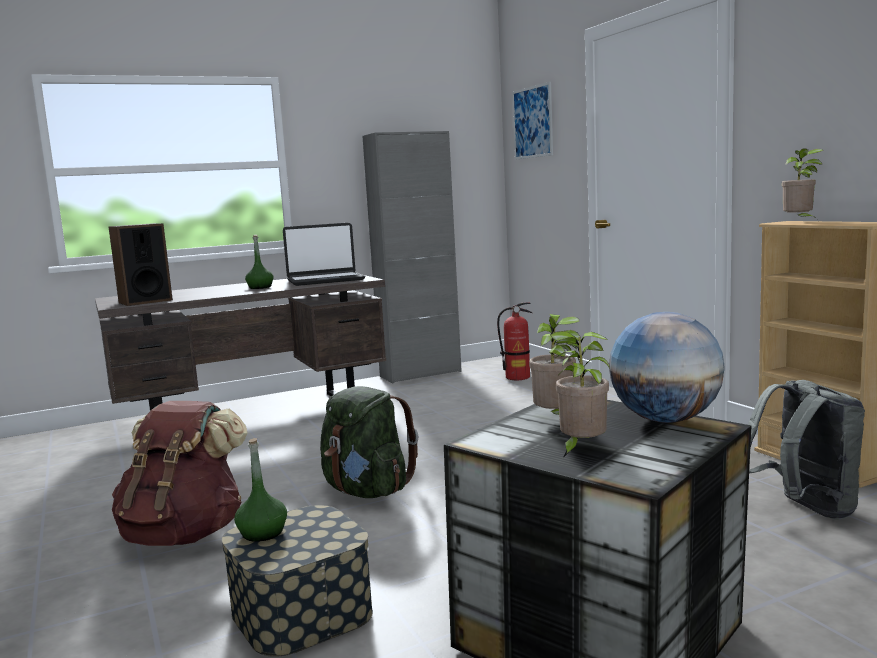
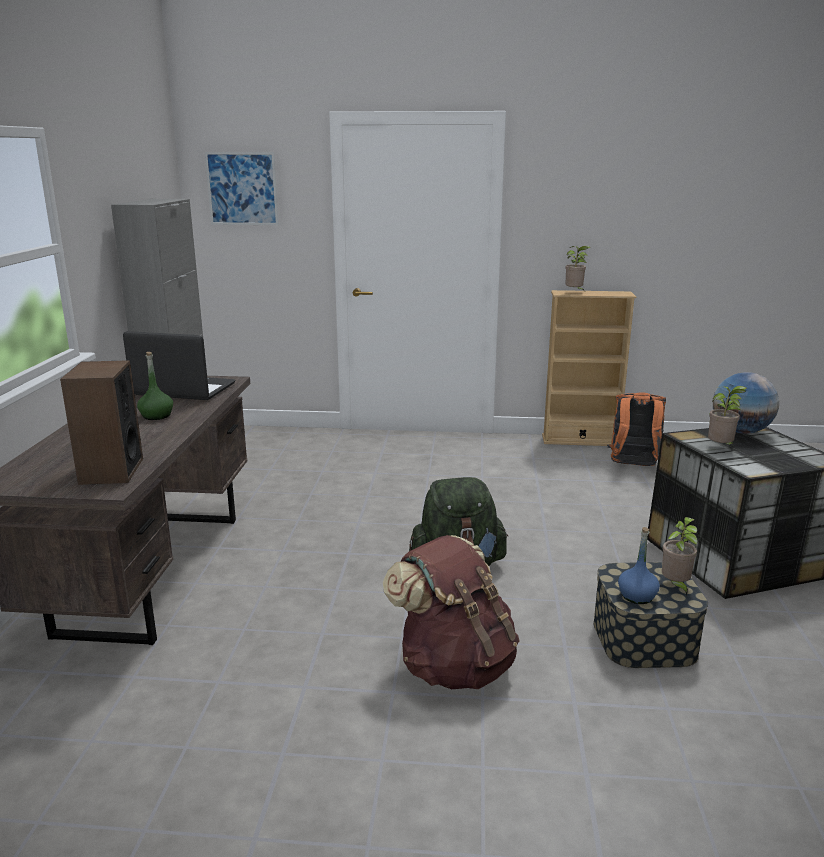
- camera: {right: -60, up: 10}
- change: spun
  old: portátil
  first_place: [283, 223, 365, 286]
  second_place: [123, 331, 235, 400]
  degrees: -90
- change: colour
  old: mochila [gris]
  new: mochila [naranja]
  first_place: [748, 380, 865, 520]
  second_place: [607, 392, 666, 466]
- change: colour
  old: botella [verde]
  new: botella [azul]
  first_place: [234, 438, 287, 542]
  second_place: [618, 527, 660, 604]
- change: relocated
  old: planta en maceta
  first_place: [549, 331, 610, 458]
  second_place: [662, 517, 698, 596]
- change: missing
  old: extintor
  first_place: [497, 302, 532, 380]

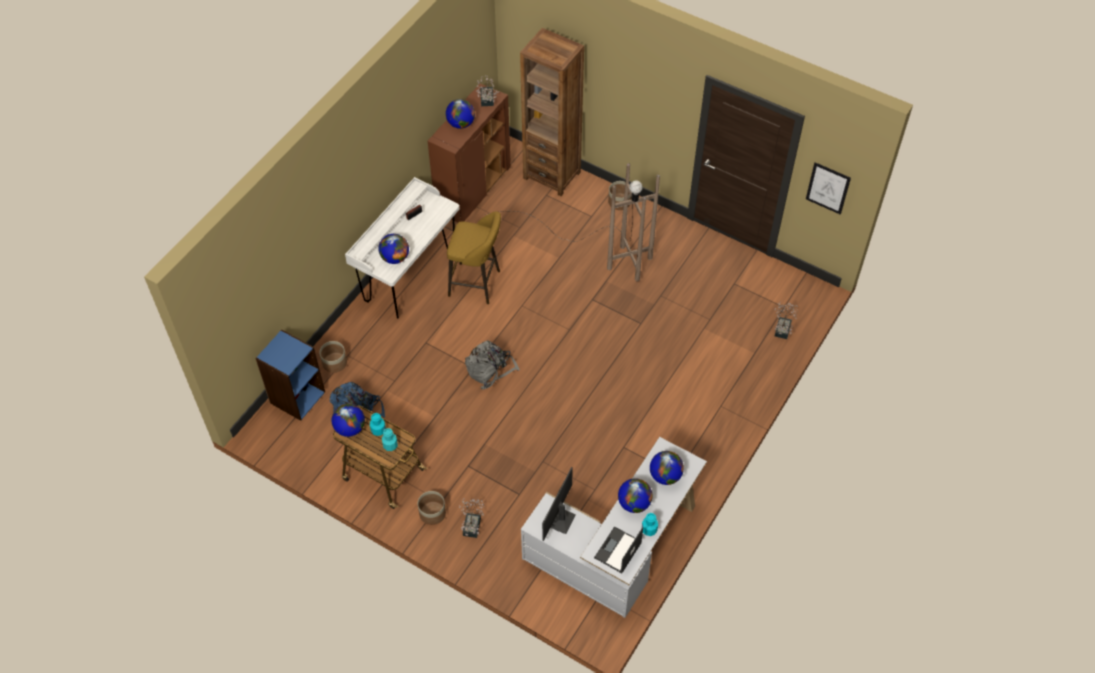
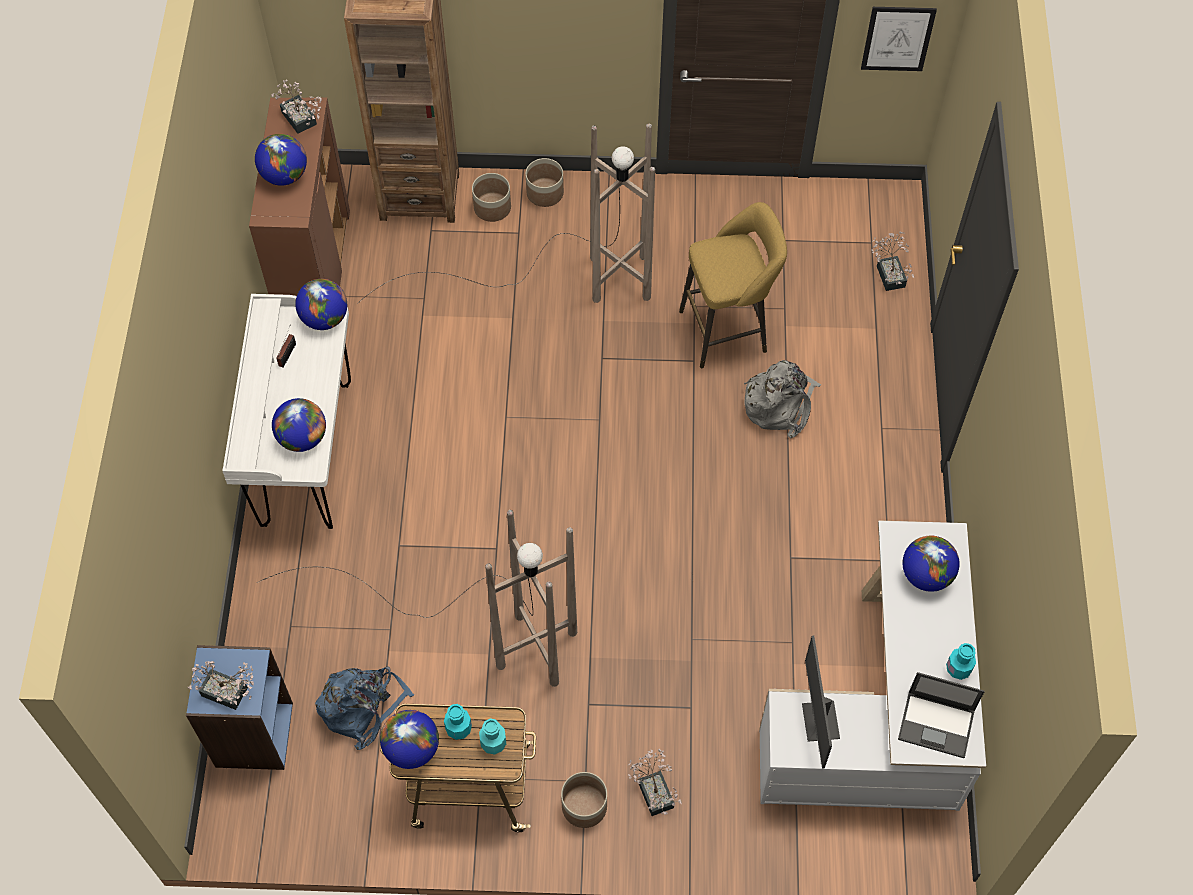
- camera: {right: -30, up: 5}
- change: appeared
  new: planta en maceta
  second_place: [187, 661, 254, 710]
- change: appeared
  new: lámpara de pie [marrón]
  second_place: [257, 510, 577, 687]
- change: relocated
  old: globo terráqueo
  first_place: [618, 478, 653, 513]
  second_place: [295, 279, 347, 330]
- change: relocated
  old: maceta
  first_place: [319, 341, 347, 373]
  second_place: [472, 173, 511, 222]
- change: relocated
  old: taburete [amarillo]
  first_place: [447, 211, 501, 304]
  second_place: [679, 202, 787, 368]
- change: relocated
  old: mochila [gris]
  first_place: [465, 341, 520, 389]
  second_place: [744, 360, 821, 438]
- change: spun
  old: portátil
  first_place: [594, 526, 643, 573]
  second_place: [898, 672, 985, 758]
  degrees: -75

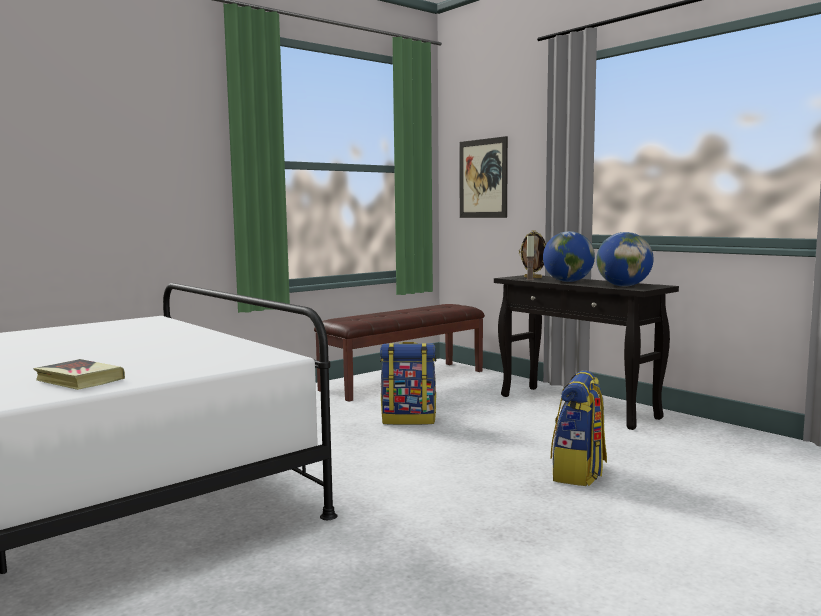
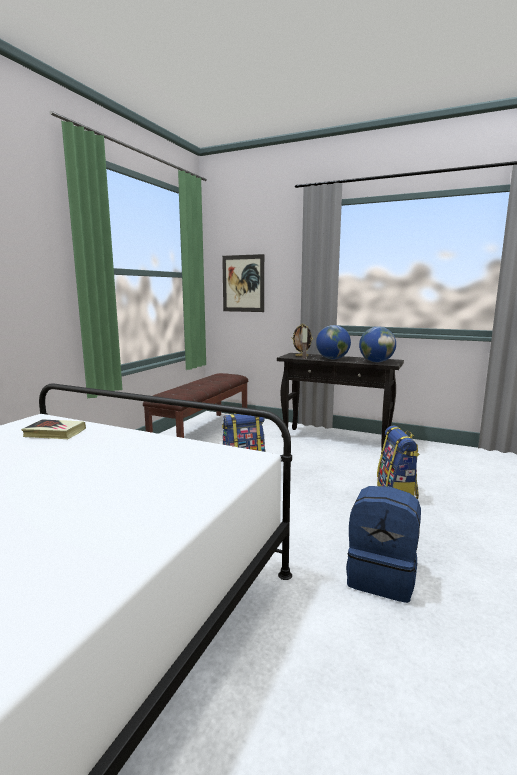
- camera: {right: -25, up: 5}
- change: relocated
  old: libro
  first_place: [34, 359, 125, 390]
  second_place: [21, 419, 86, 439]
- change: appeared
  new: mochila [azul]
  second_place: [346, 486, 421, 603]

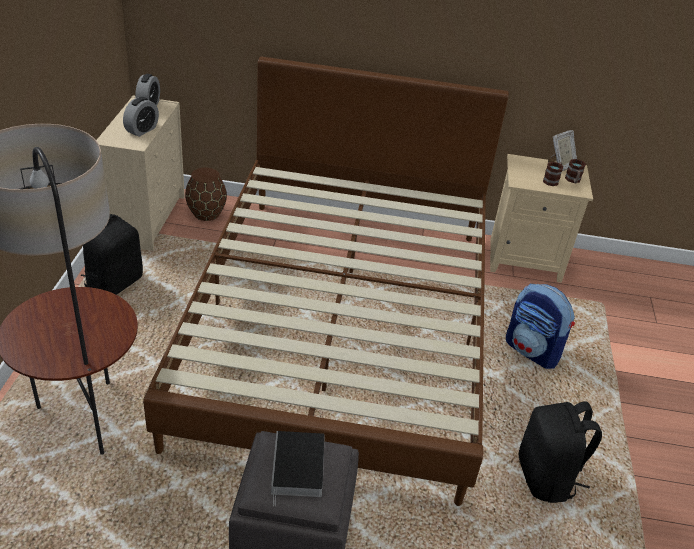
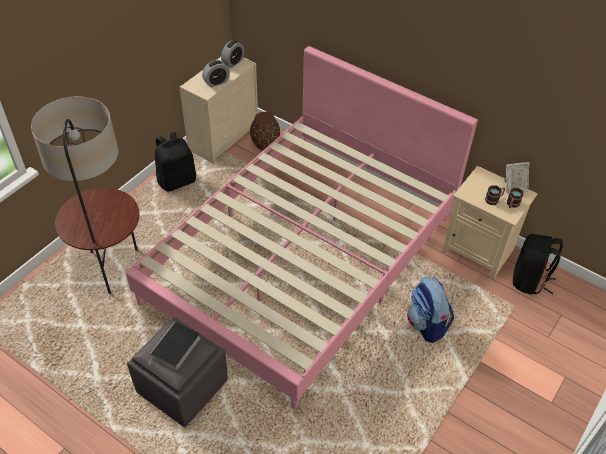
- camera: {right: 30, up: 10}
- change: colour
  old: cama [marrón]
  new: cama [rosa]
  first_place: [143, 56, 509, 506]
  second_place: [126, 46, 478, 410]
- change: relocated
  old: mochila [negro]
  first_place: [519, 402, 602, 503]
  second_place: [513, 234, 563, 295]

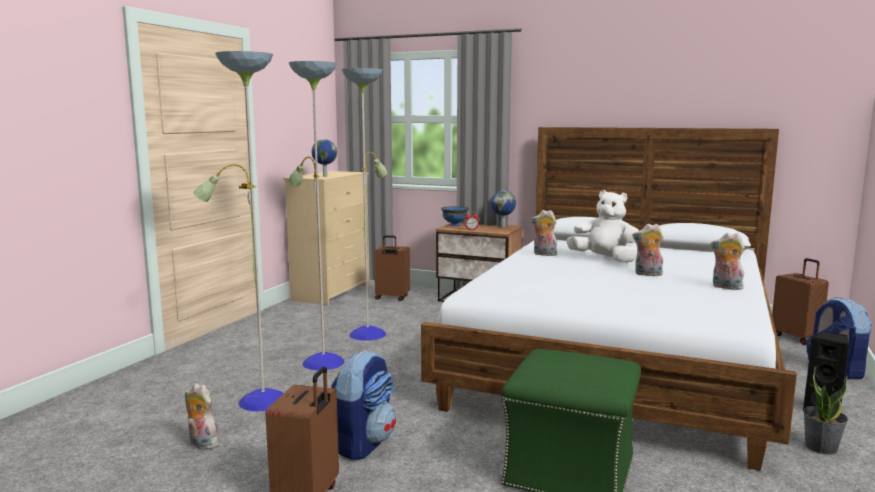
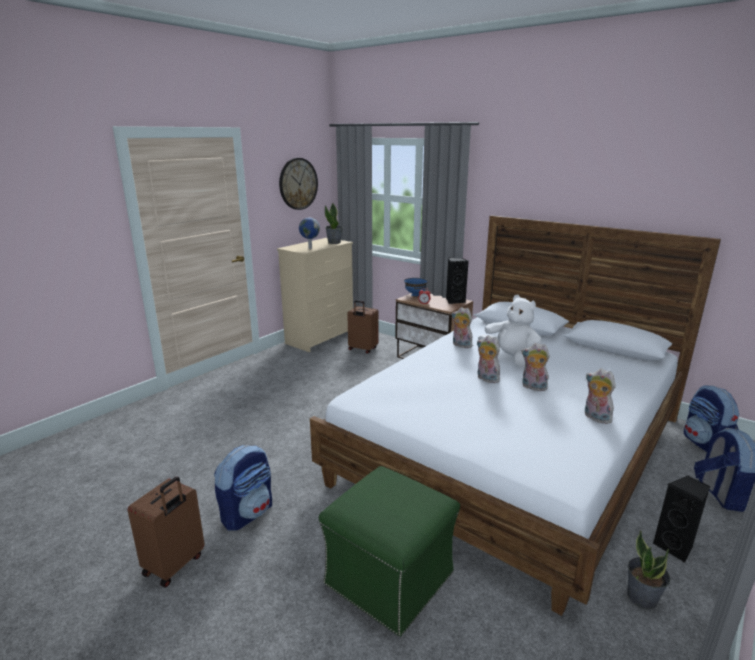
- camera: {right: 15, up: 10}
- change: appeared
  new: reloj de pared
  second_place: [279, 158, 318, 210]
- change: appeared
  new: planta en maceta
  second_place: [325, 203, 343, 244]
- change: exchanged
  old: globo terráqueo
  new: altavoz [negro]
  first_place: [491, 190, 516, 228]
  second_place: [446, 257, 469, 304]
- change: relocated
  old: peluche
  first_place: [185, 383, 219, 450]
  second_place: [477, 335, 500, 383]
- change: exchanged
  old: maleta [marrón]
  new: mochila
  first_place: [772, 258, 829, 345]
  second_place: [683, 385, 739, 452]
- change: missing
  old: lámpara de pie
  first_place: [193, 51, 388, 411]

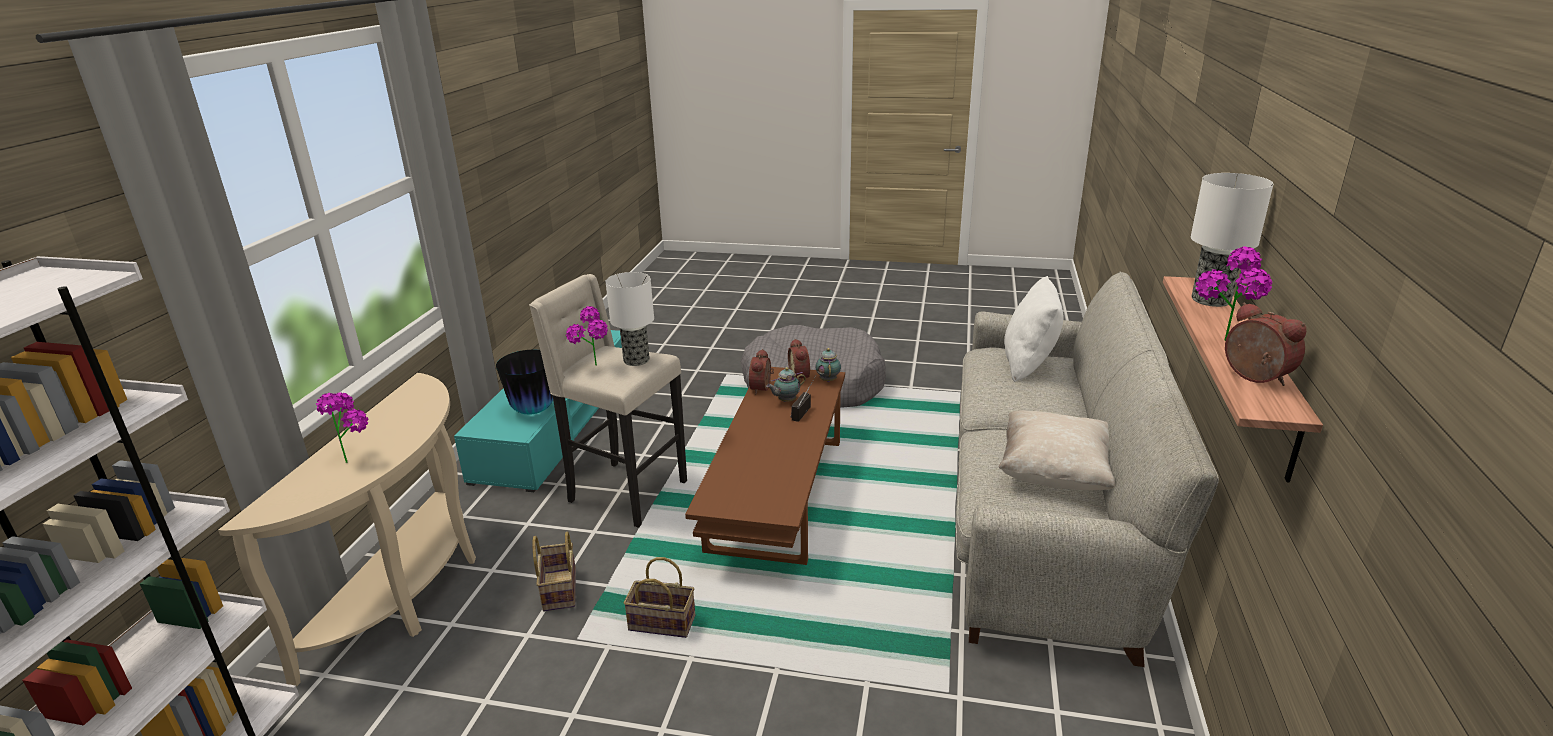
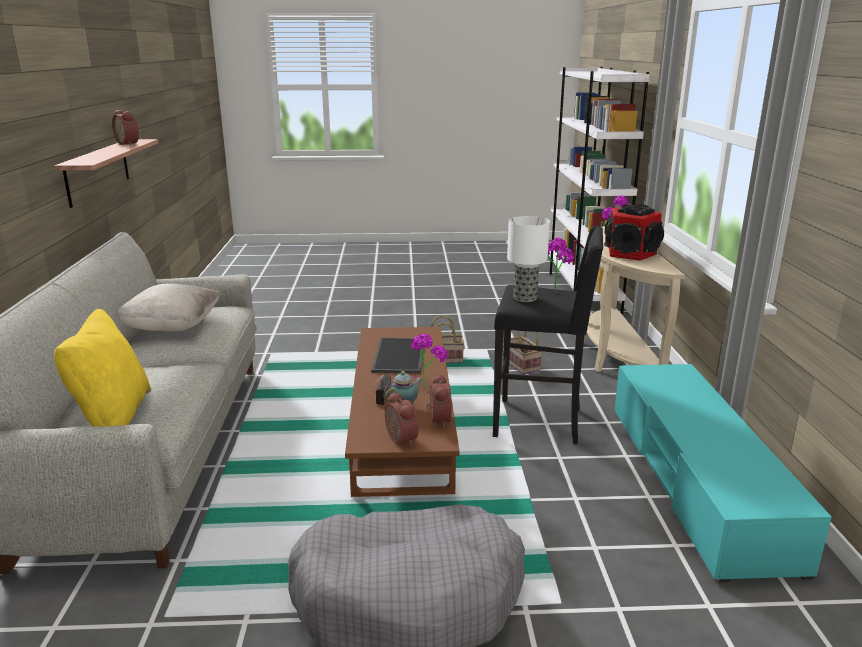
- camera: {right: 165, up: -5}
- change: colour
  old: cojín [blanco]
  new: cojín [amarillo]
  first_place: [1004, 276, 1063, 382]
  second_place: [54, 309, 151, 427]
- change: appeared
  new: bandeja
  second_place: [371, 338, 423, 373]
- change: relocated
  old: planta en maceta
  first_place: [1196, 247, 1272, 341]
  second_place: [411, 333, 448, 389]
- change: colour
  old: taburete [beis]
  new: taburete [negro]
  first_place: [529, 274, 687, 528]
  second_place: [493, 226, 603, 444]
- change: appeared
  new: altavoz
  second_place: [604, 204, 664, 261]
- change: missing
  old: florero
  first_place: [496, 349, 553, 415]
- change: missing
  old: tetera
  first_place: [815, 348, 841, 382]
- change: missing
  old: lámpara de mesa
  first_place: [1191, 173, 1273, 307]

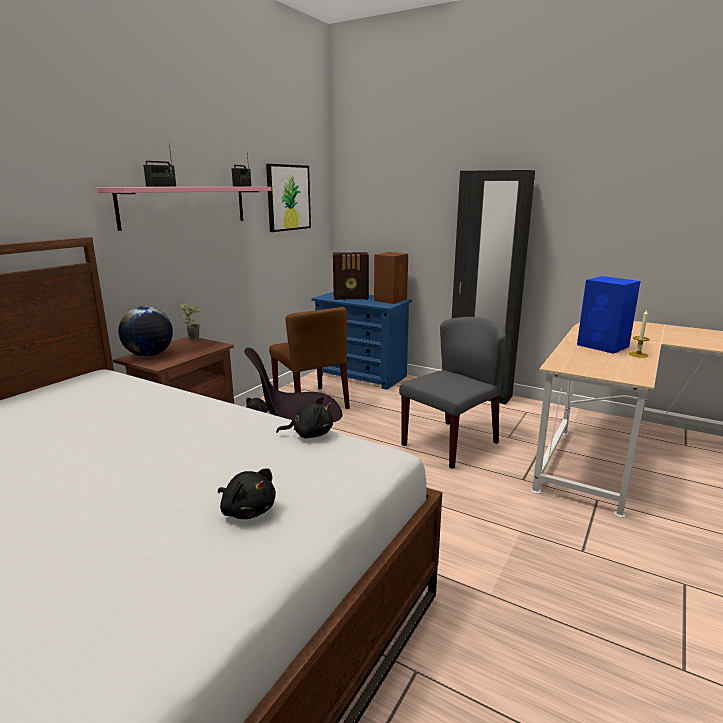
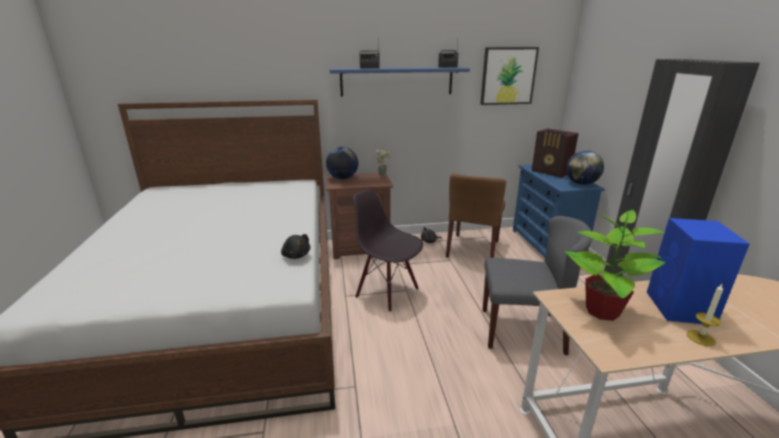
- camera: {right: 50, up: 5}
- change: colour
  old: estante [rosa]
  new: estante [azul]
  first_place: [97, 187, 272, 231]
  second_place: [329, 67, 470, 96]
- change: appeared
  new: planta en maceta
  second_place: [565, 210, 666, 321]
- change: exchanged
  old: altavoz [marrón]
  new: globo terráqueo
  first_place: [374, 252, 408, 304]
  second_place: [566, 150, 604, 185]
- change: missing
  old: peluche [negro]
  first_place: [218, 468, 276, 519]

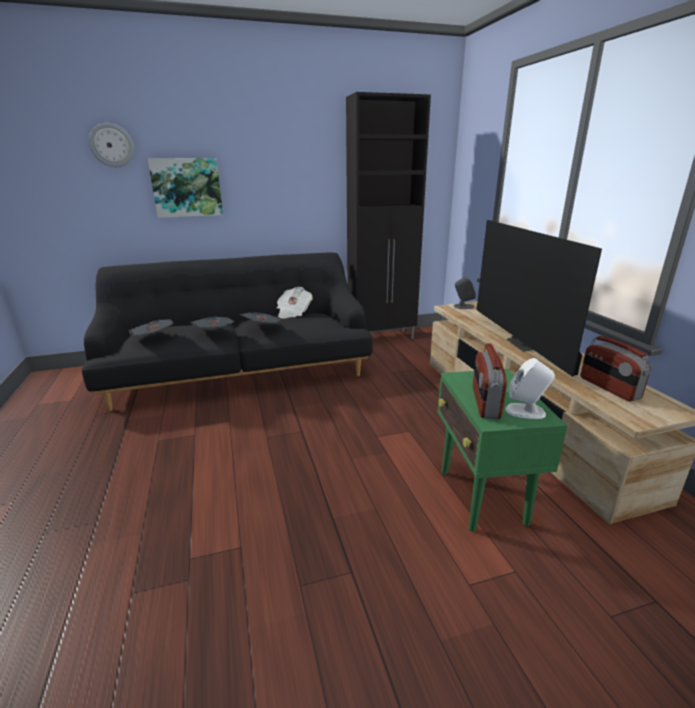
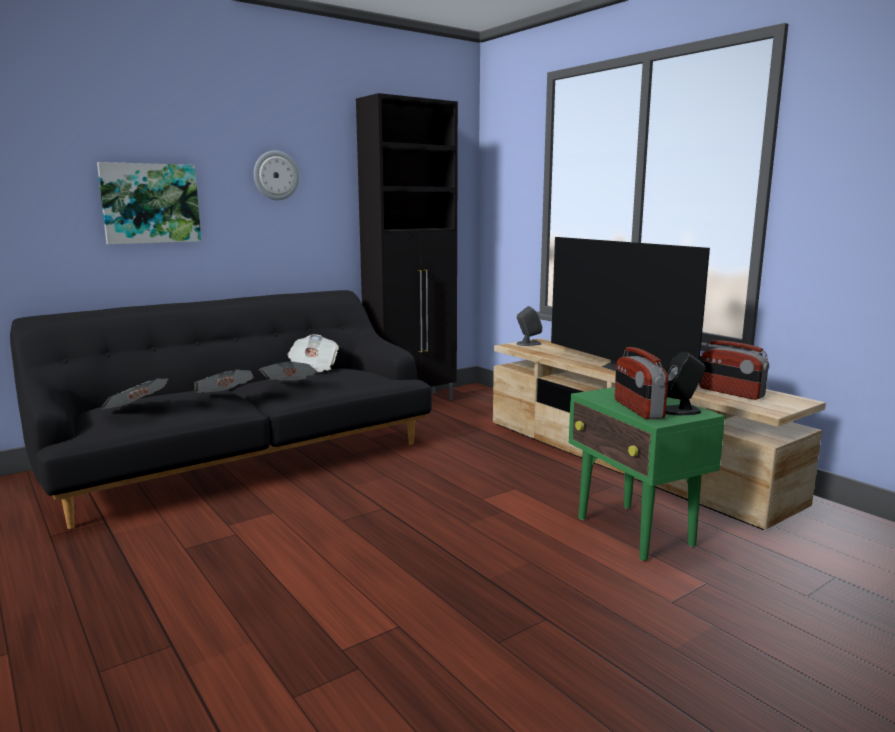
- camera: {right: -20, up: -10}
- change: relocated
  old: reloj de pared
  first_place: [89, 123, 134, 167]
  second_place: [254, 151, 299, 200]
- change: colour
  old: altavoz [blanco]
  new: altavoz [negro]
  first_place: [505, 358, 555, 419]
  second_place: [666, 352, 706, 415]

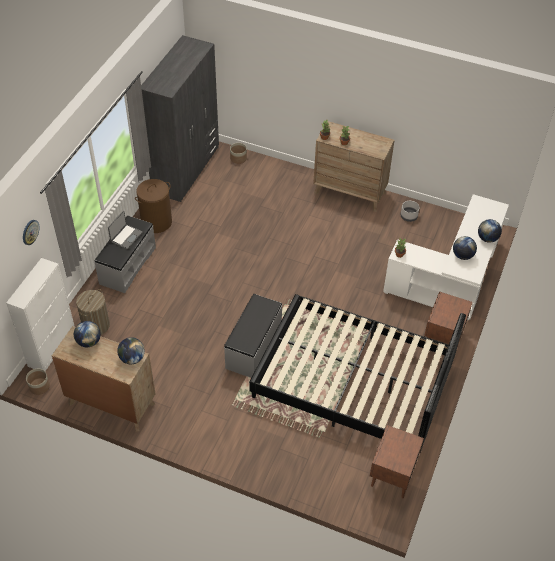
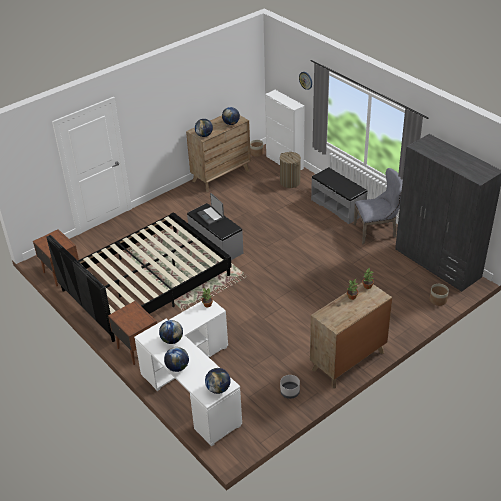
- camera: {right: 120, up: -10}
- change: relocated
  old: portátil
  first_place: [108, 211, 143, 249]
  second_place: [197, 193, 224, 225]
- change: appeared
  new: globo terráqueo
  second_place: [205, 368, 231, 394]
- change: exchanged
  old: cesto de la ropa [marrón]
  new: silla [gris]
  first_place: [135, 179, 172, 233]
  second_place: [354, 168, 403, 244]

